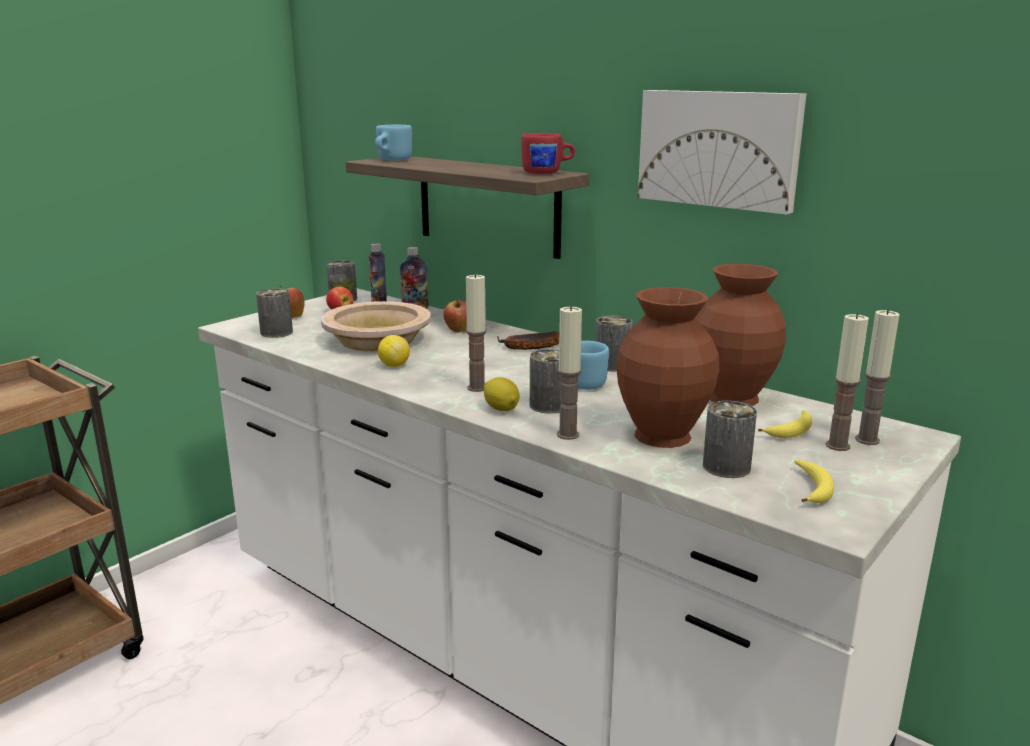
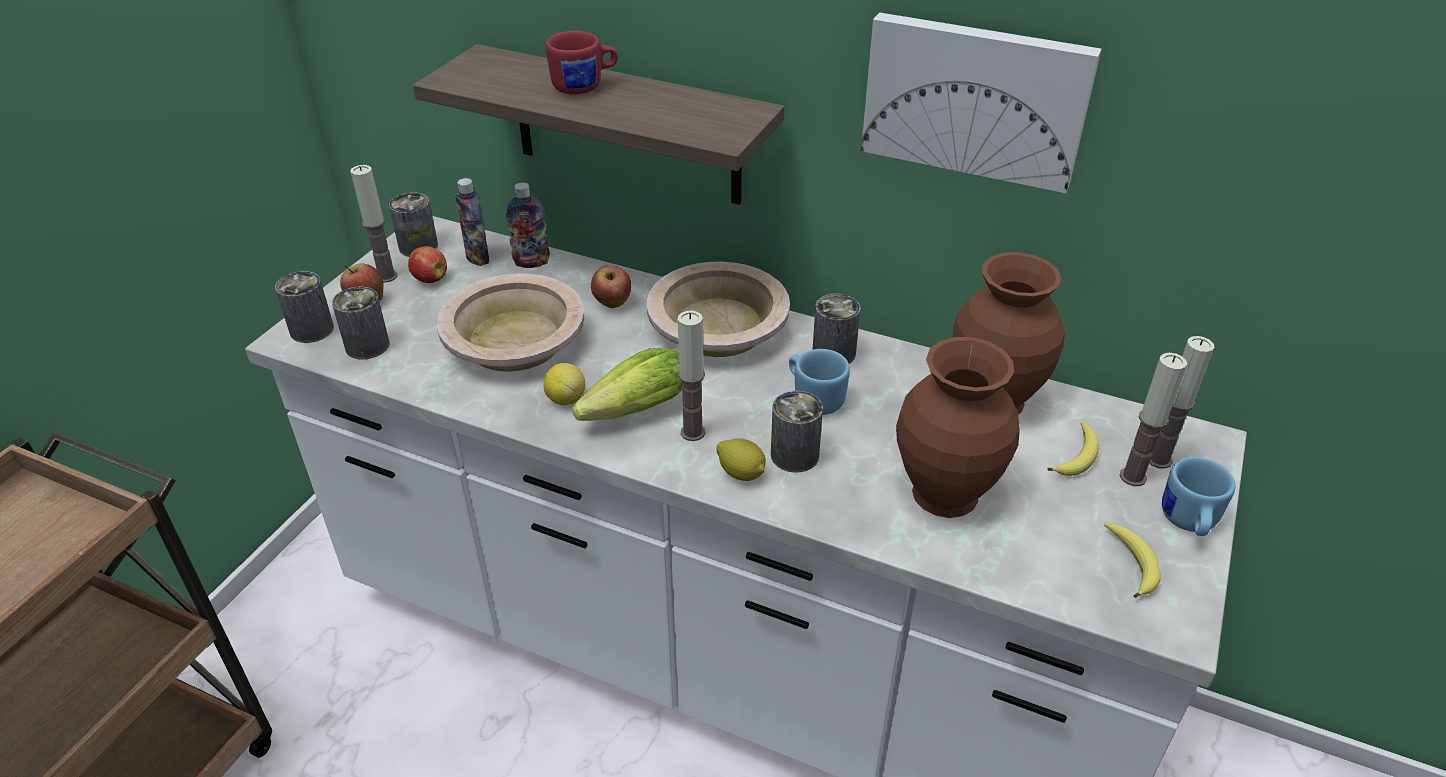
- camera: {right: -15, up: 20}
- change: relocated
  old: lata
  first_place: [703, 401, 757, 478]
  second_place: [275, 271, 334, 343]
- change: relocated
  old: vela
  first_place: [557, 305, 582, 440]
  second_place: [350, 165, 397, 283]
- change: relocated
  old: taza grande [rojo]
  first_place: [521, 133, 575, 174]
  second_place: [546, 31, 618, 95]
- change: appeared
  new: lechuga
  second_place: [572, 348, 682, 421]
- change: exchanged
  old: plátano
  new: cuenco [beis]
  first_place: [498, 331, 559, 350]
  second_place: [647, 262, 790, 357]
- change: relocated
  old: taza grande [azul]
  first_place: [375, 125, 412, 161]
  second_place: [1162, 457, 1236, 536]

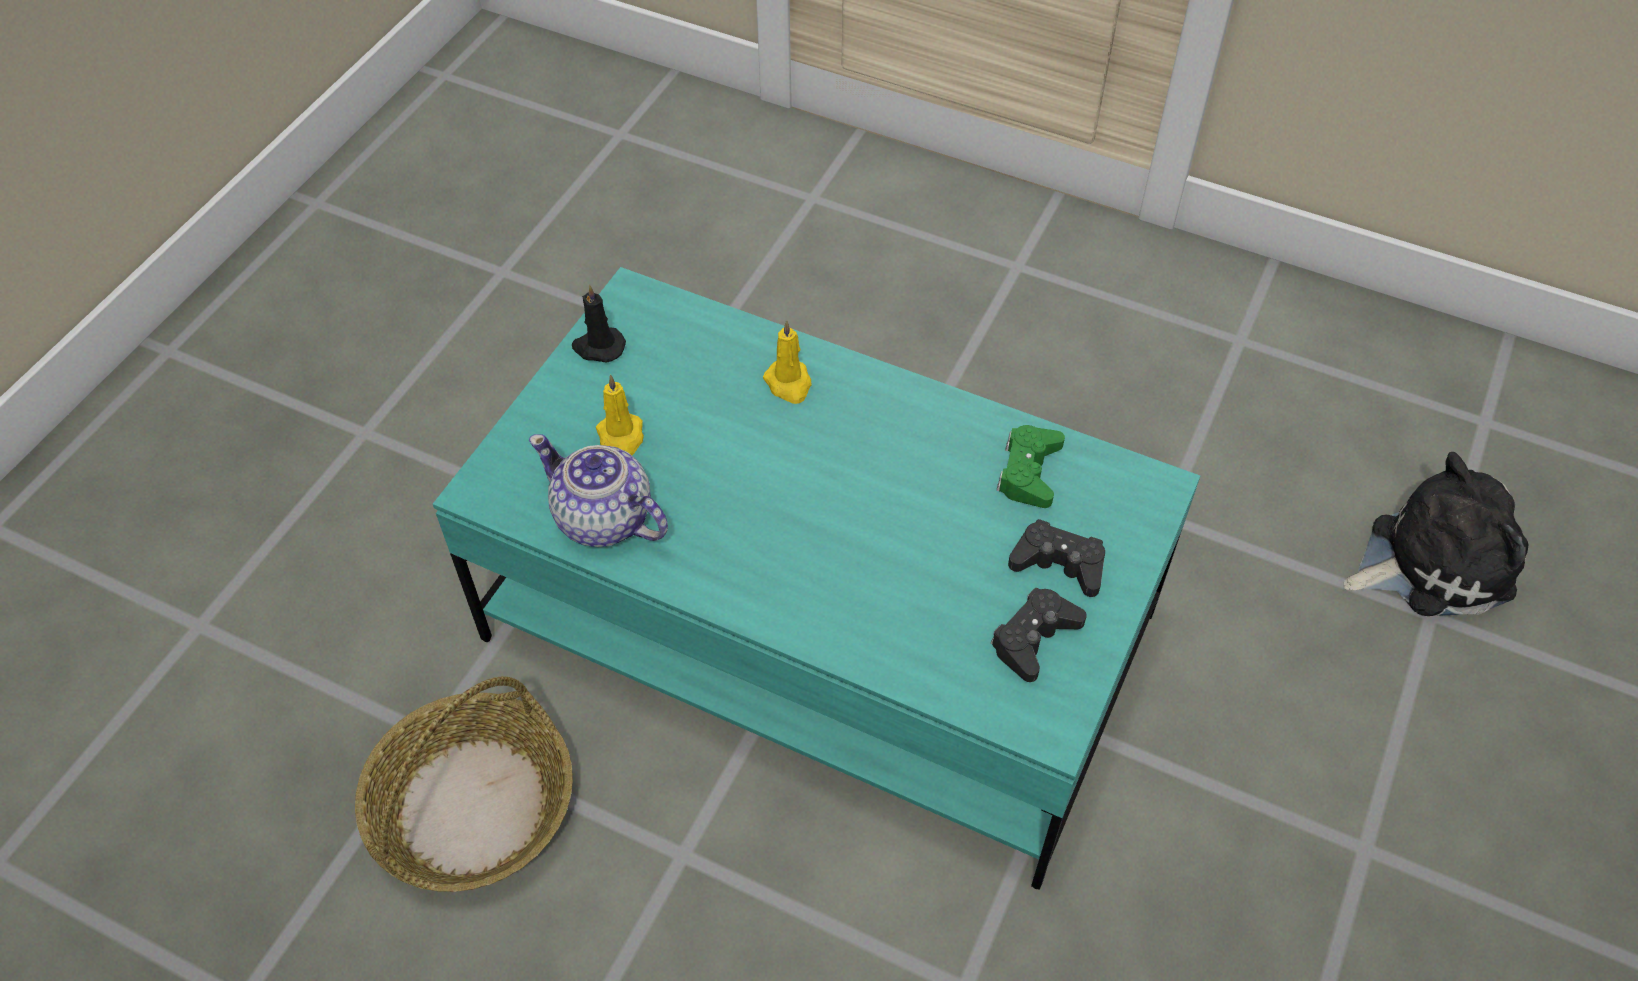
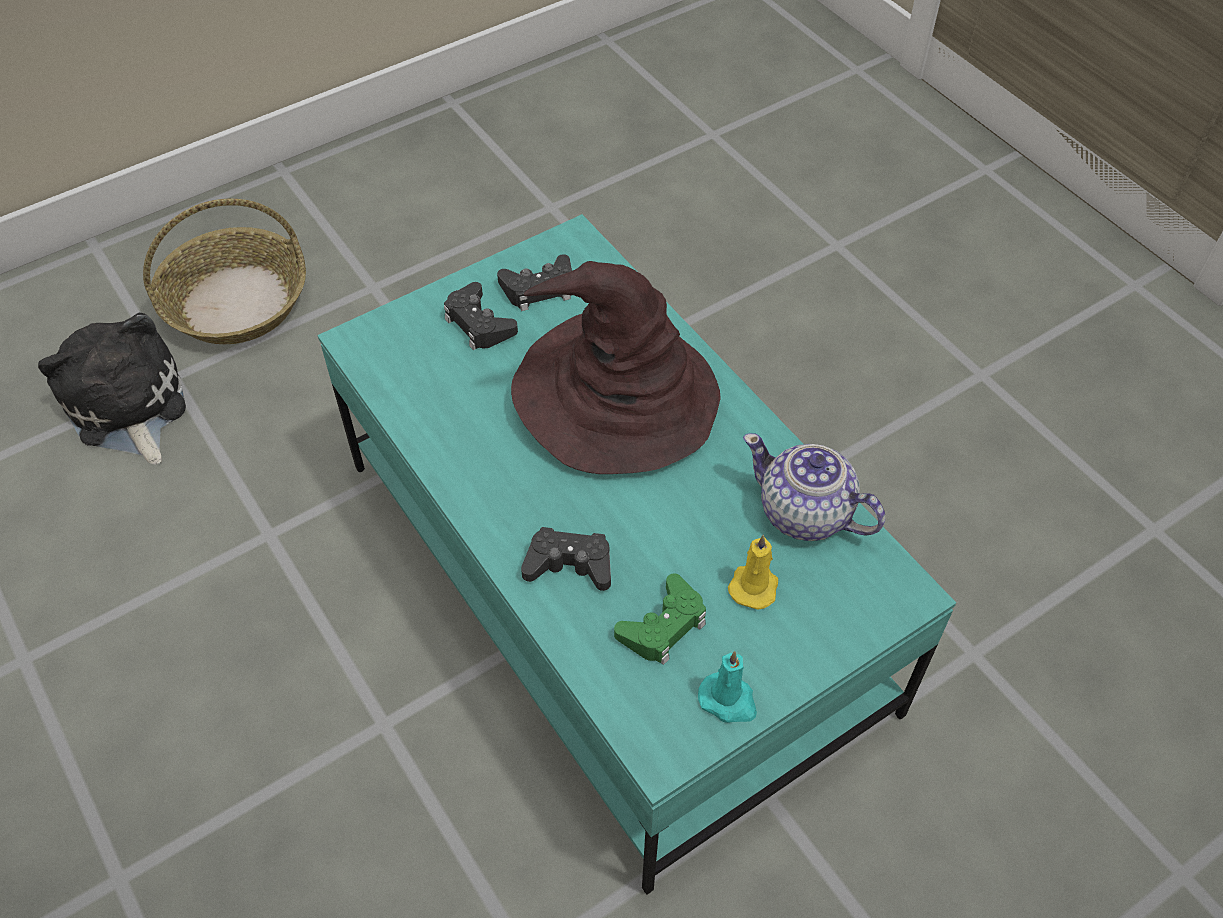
- camera: {right: -150, up: 0}
- change: spun
  old: peluche
  first_place: [1343, 452, 1528, 616]
  second_place: [38, 313, 186, 465]
  degrees: 45
- change: relocated
  old: cesta
  first_place: [355, 676, 573, 892]
  second_place: [143, 199, 306, 344]
- change: appeared
  new: sombrero [marrón]
  second_place: [511, 261, 721, 474]
- change: exchanged
  old: vela [amarillo]
  new: mando de consola [negro]
  first_place: [763, 320, 812, 404]
  second_place: [521, 527, 611, 591]
- change: relocated
  old: mando de consola [verde]
  first_place: [997, 425, 1065, 508]
  second_place: [614, 573, 706, 665]
- change: colour
  old: vela [negro]
  new: vela [turquesa]
  first_place: [572, 284, 626, 363]
  second_place: [698, 651, 757, 723]
- change: spun
  old: tetera
  first_place: [529, 434, 668, 547]
  second_place: [743, 433, 886, 541]
  degrees: 150

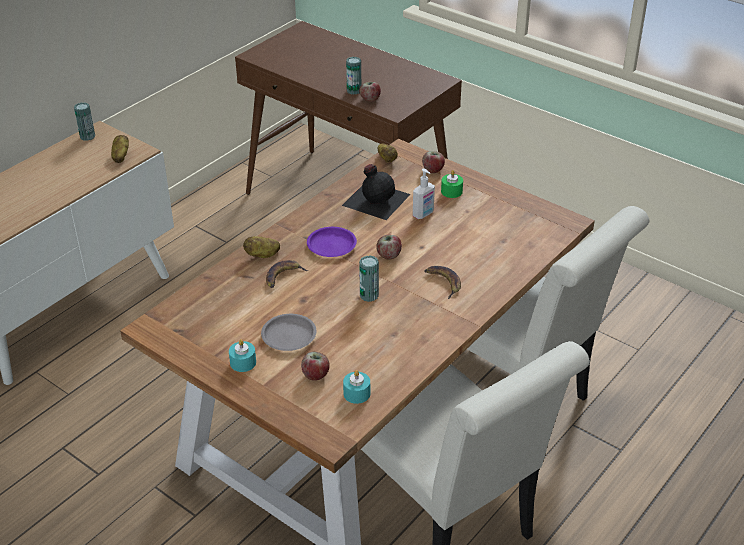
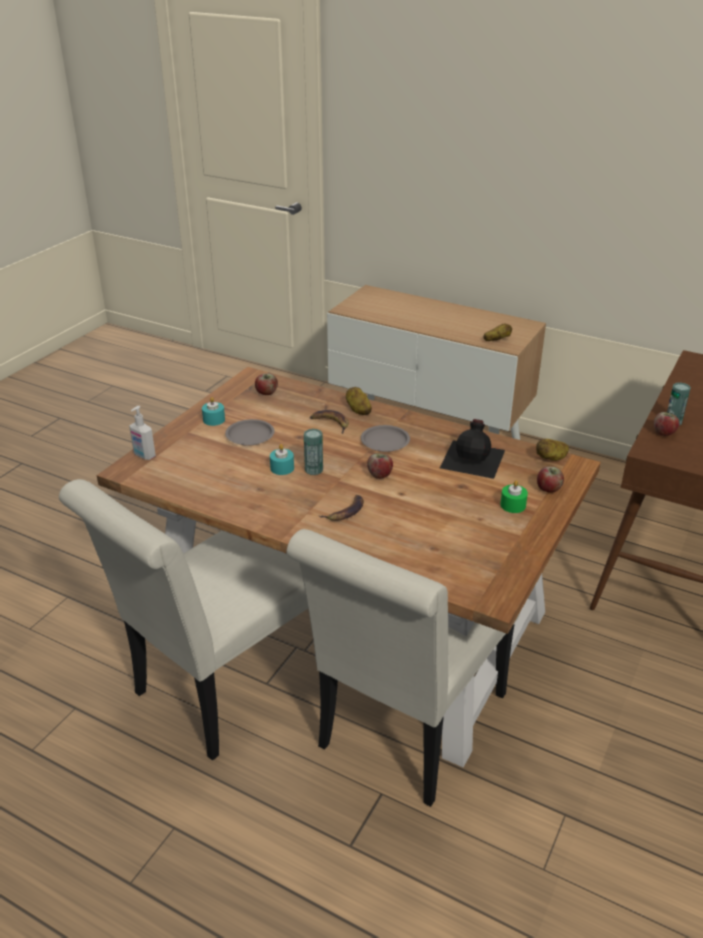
- camera: {right: 80, up: -5}
- change: relocated
  old: dispensador de jabón
  first_place: [413, 168, 435, 219]
  second_place: [129, 406, 156, 460]
- change: relocated
  old: manzana
  first_place: [301, 352, 330, 381]
  second_place: [255, 373, 278, 395]
- change: relocated
  old: vela [turquesa]
  first_place: [343, 370, 370, 404]
  second_place: [270, 444, 294, 475]
- change: colour
  old: plato [morado]
  new: plato [gris]
  first_place: [307, 227, 357, 257]
  second_place: [361, 425, 410, 452]
- change: missing
  old: lata
  first_place: [74, 102, 95, 141]

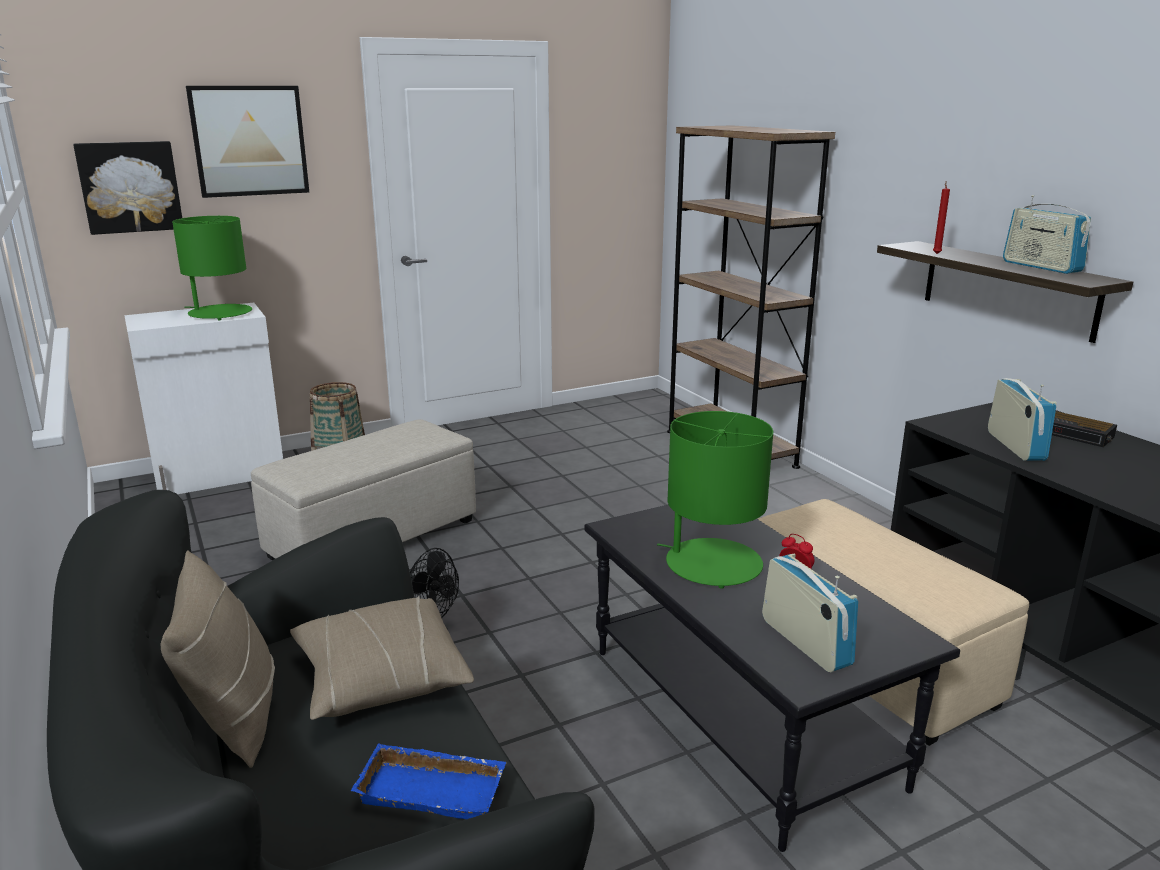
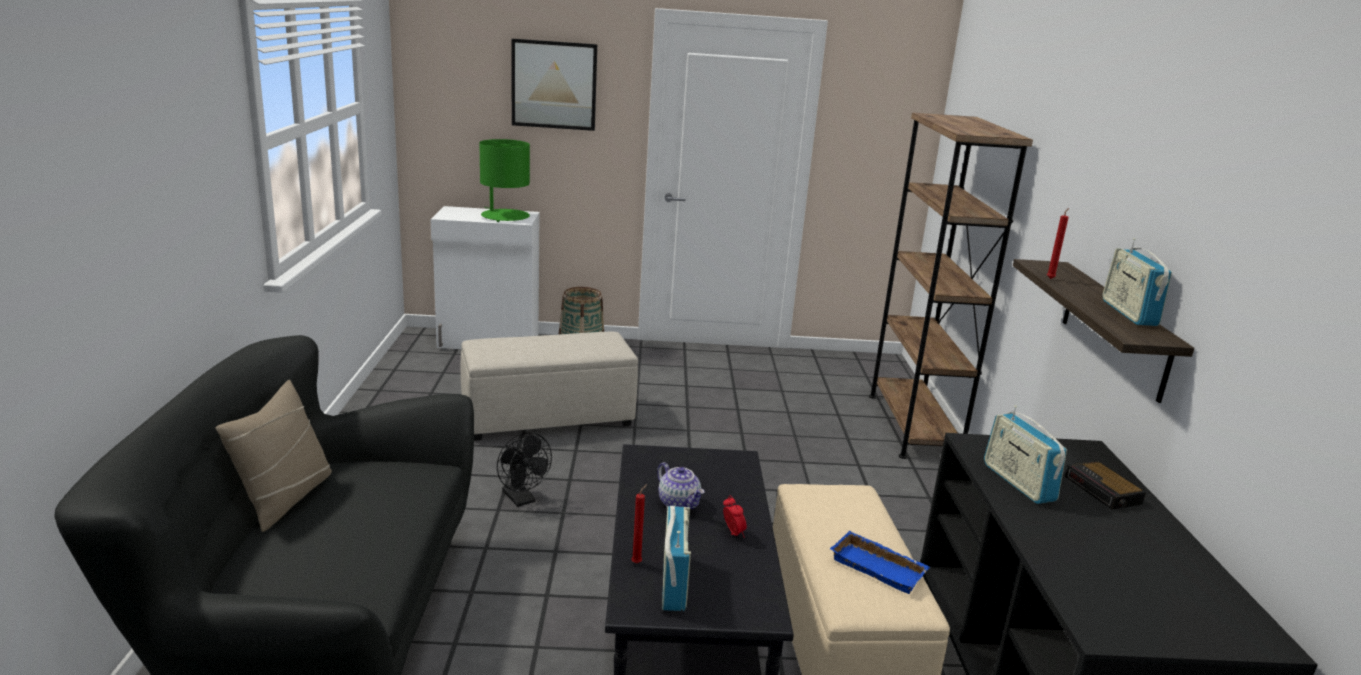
- camera: {right: 25, up: 0}
- change: appeared
  new: vela [rojo]
  second_place: [631, 484, 647, 564]
- change: exchanged
  old: lámpara de mesa [verde]
  new: tetera
  first_place: [657, 411, 773, 589]
  second_place: [657, 462, 705, 509]
- change: relocated
  old: bandeja [azul]
  first_place: [351, 743, 507, 819]
  second_place: [830, 531, 930, 594]
- change: spun
  old: radio
  first_place: [988, 378, 1057, 461]
  second_place: [984, 405, 1067, 504]
  degrees: 135
- change: missing
  old: cuadro
  first_place: [73, 141, 182, 235]
- change: missing
  old: cojín [beis]
  first_place: [290, 596, 474, 720]

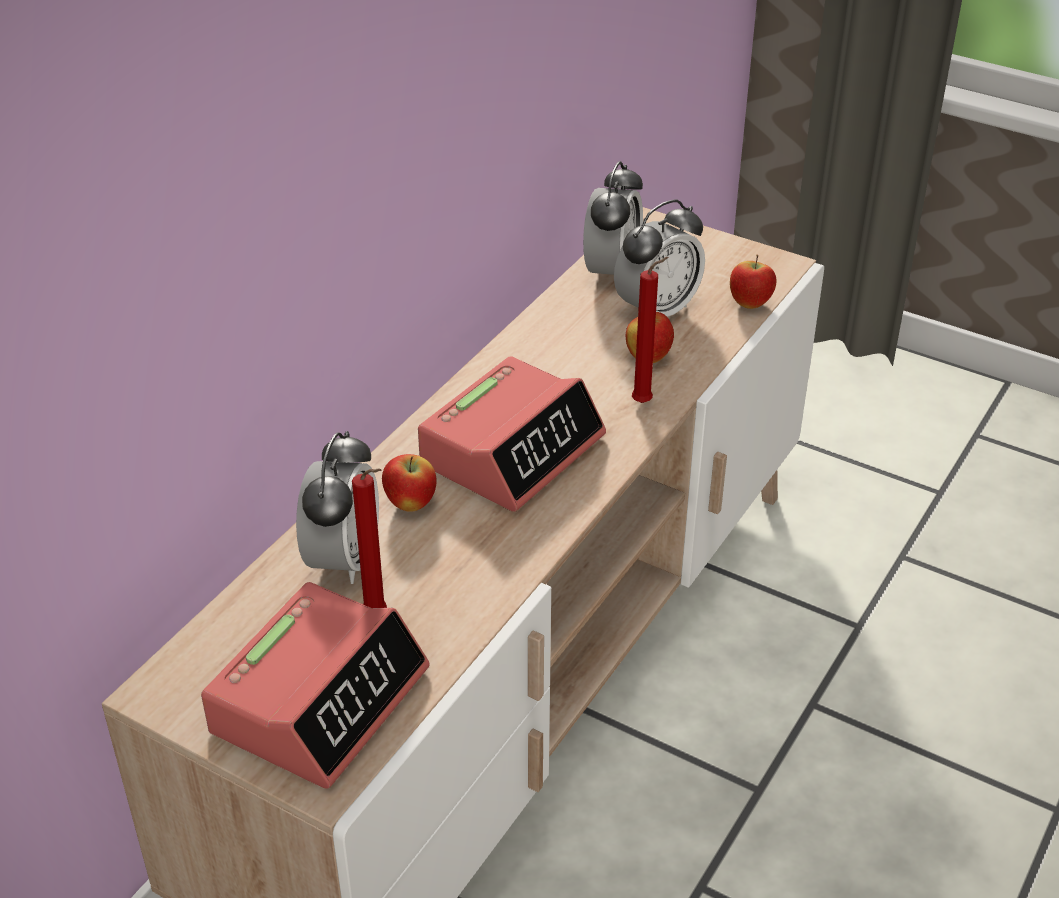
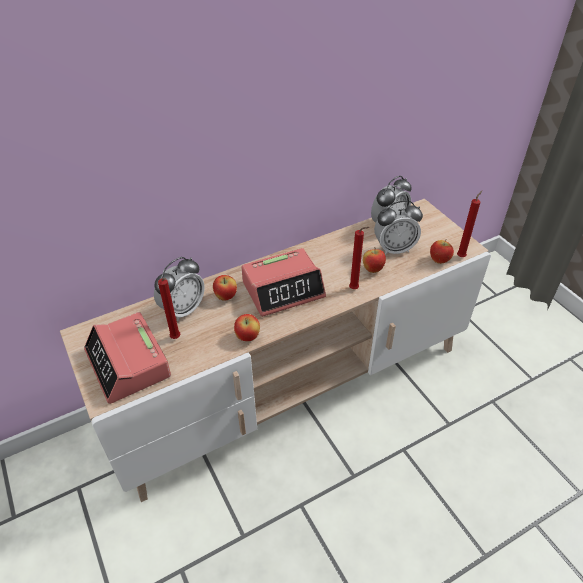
- camera: {right: 30, up: 5}
- change: spun
  old: despertador
  first_place: [201, 582, 430, 789]
  second_place: [84, 312, 171, 404]
  degrees: 90
- change: appeared
  new: manzana
  second_place: [234, 314, 260, 341]
- change: appeared
  new: vela [rojo]
  second_place: [457, 191, 482, 257]

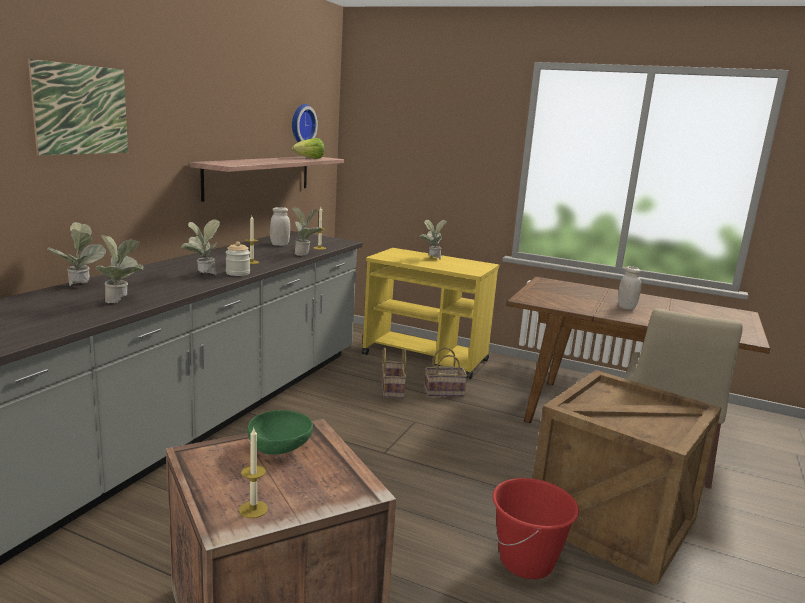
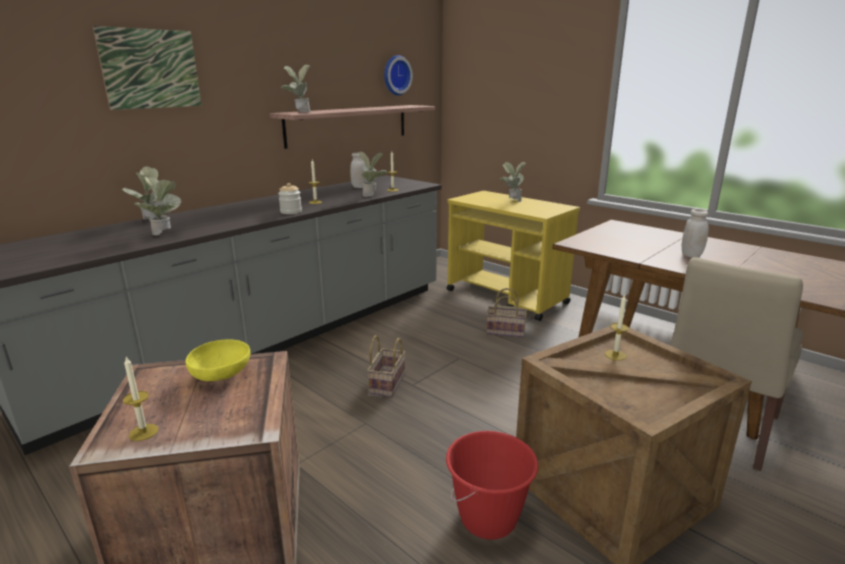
- camera: {right: 20, up: 5}
- change: colour
  old: cuenco [verde]
  new: cuenco [amarillo]
  first_place: [247, 410, 313, 455]
  second_place: [185, 339, 250, 381]
- change: relocated
  old: planta en maceta
  first_place: [181, 219, 220, 275]
  second_place: [281, 64, 310, 113]
- change: relocated
  old: cesta
  first_place: [381, 348, 407, 398]
  second_place: [367, 335, 405, 397]
- change: appeared
  new: vela
  second_place: [605, 294, 629, 360]
- change: missing
  old: lechuga
  first_place: [292, 138, 325, 159]

